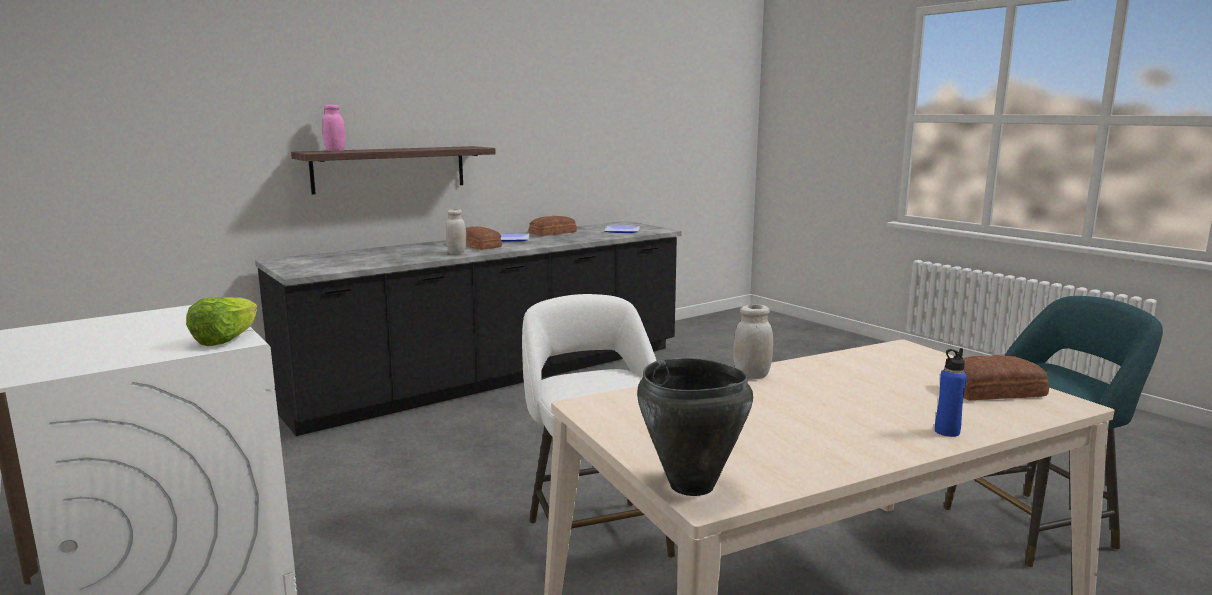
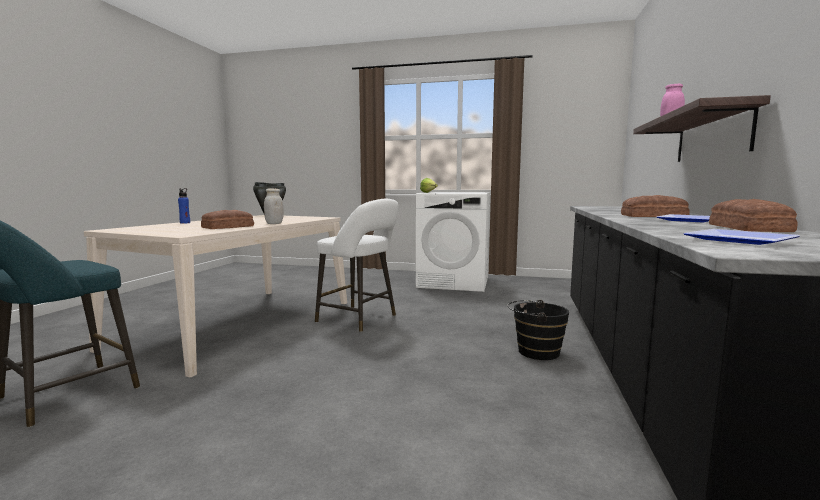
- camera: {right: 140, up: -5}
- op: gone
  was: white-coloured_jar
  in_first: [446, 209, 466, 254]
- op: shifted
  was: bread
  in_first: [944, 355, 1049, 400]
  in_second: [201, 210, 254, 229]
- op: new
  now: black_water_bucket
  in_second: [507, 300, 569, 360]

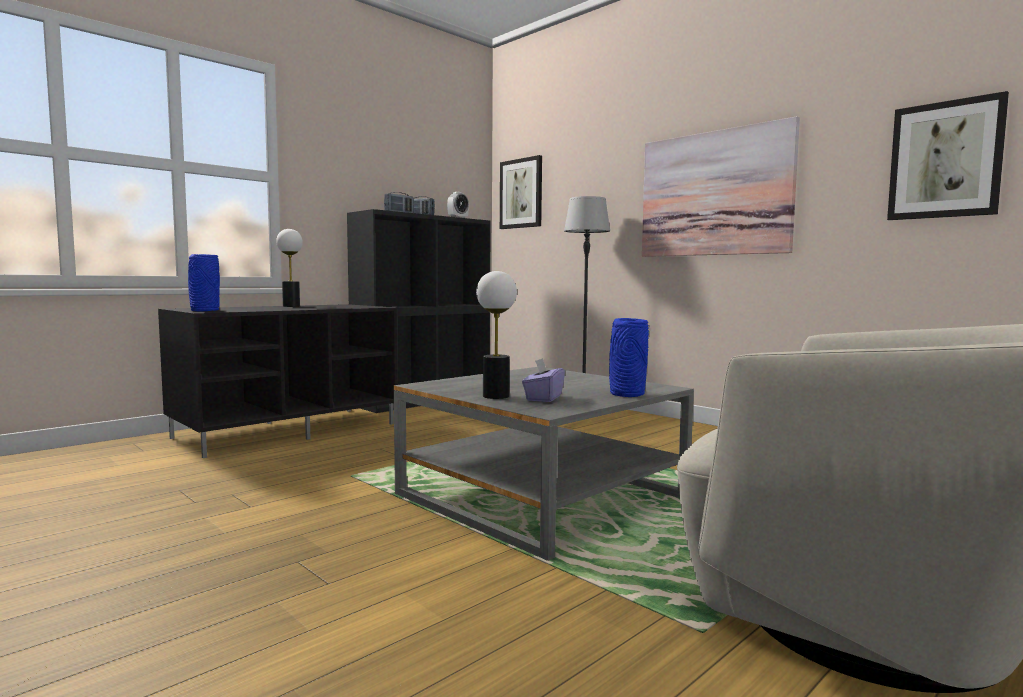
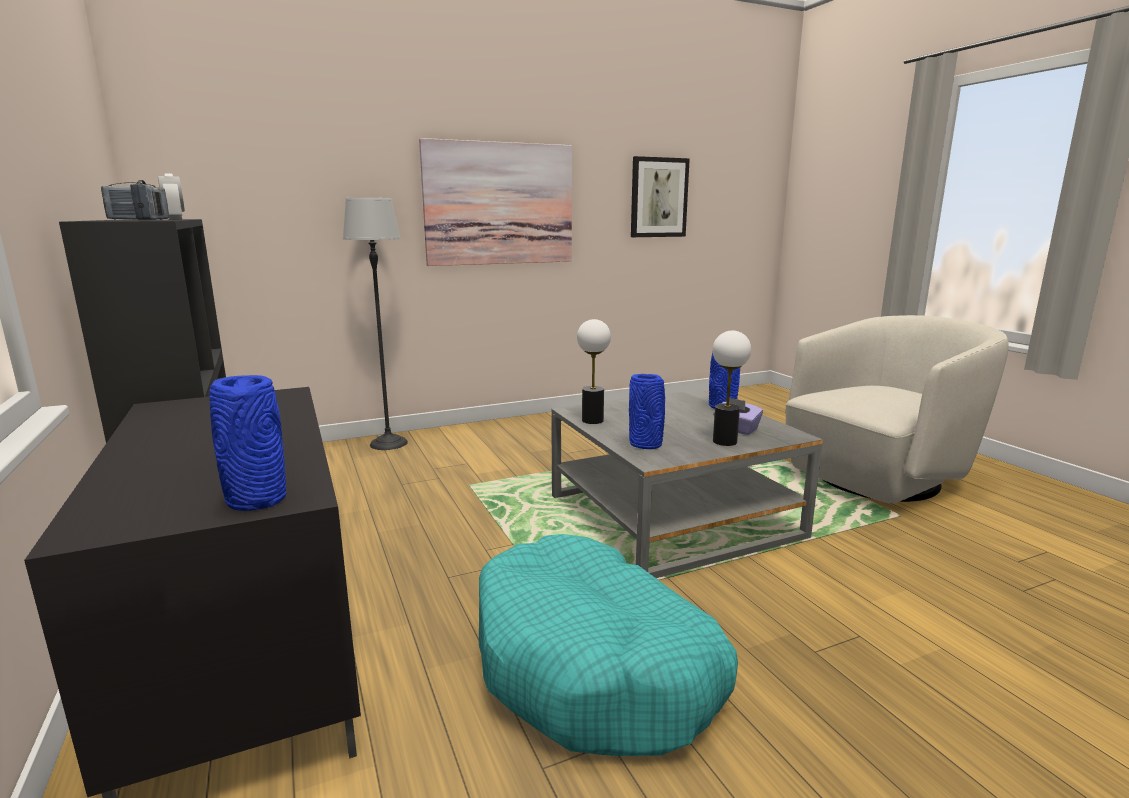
- camera: {right: -70, up: 10}
- op: shifted
  was: lamp_for_a_table
  in_first: [276, 229, 303, 307]
  in_second: [577, 319, 611, 424]
- op: gone
  was: wall_picture
  in_first: [500, 155, 542, 229]
- op: new
  now: blue-green_dog_bed
  in_second: [479, 534, 738, 756]
- op: new
  now: blue_flower_vase
  in_second: [629, 374, 665, 449]

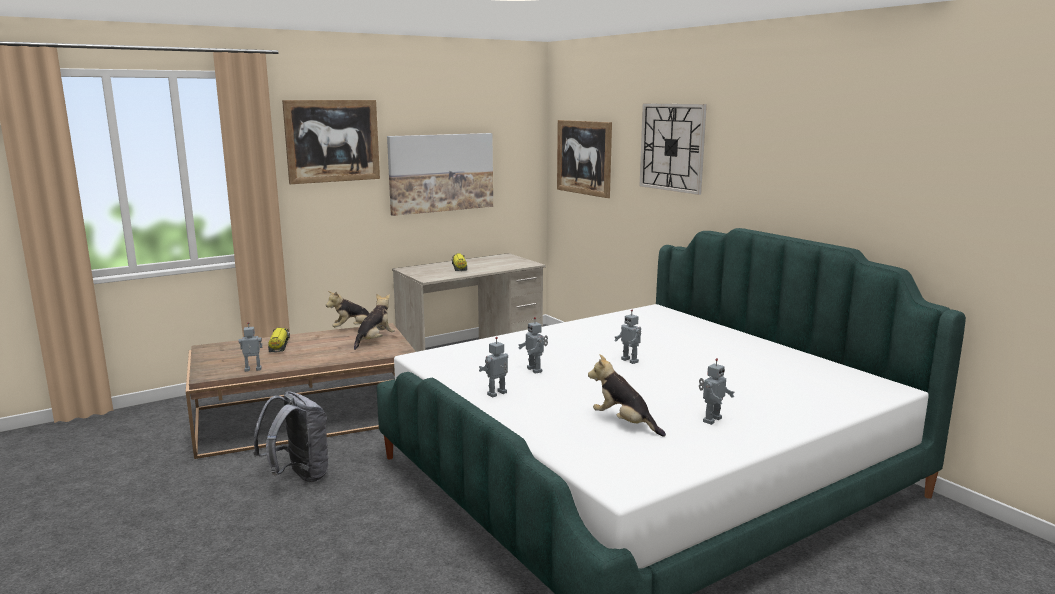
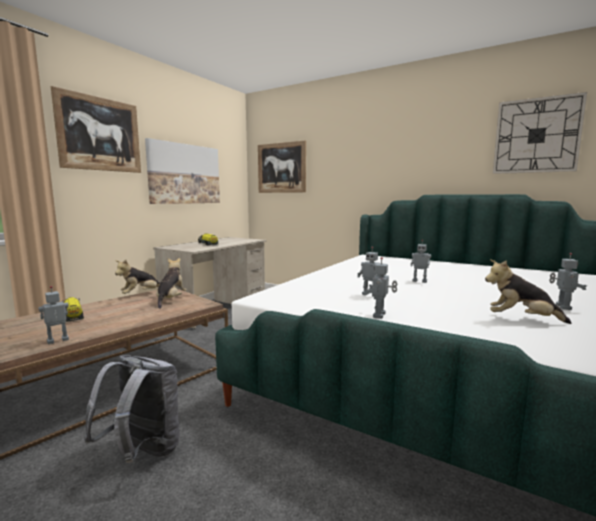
- camera: {right: -25, up: -5}
- op: shifted
  was: hanging_clock
  in_first: [640, 104, 707, 195]
  in_second: [493, 92, 587, 174]

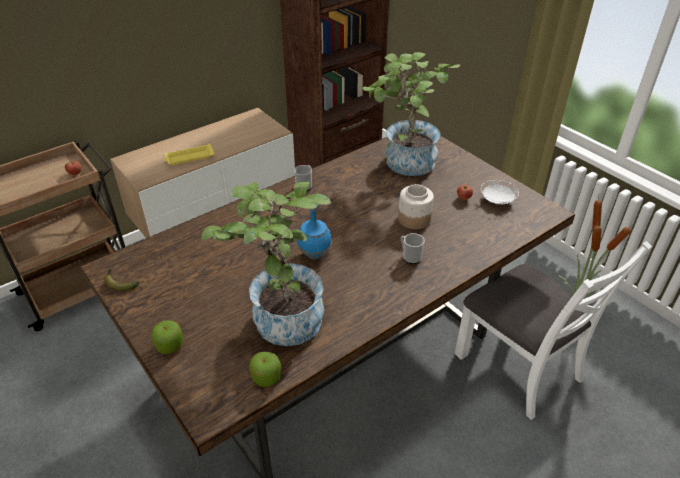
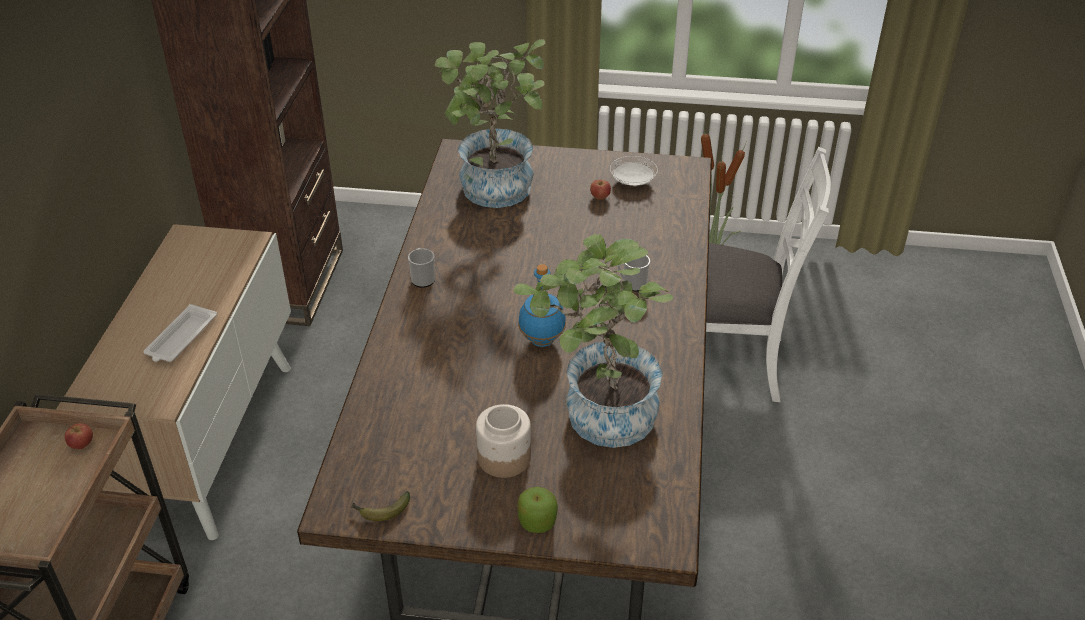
- camera: {right: -45, up: 0}
- op: repainted
  was: yellow_carrying_tray
  now: white-coloured_carrying_tray
  in_first: [164, 144, 215, 165]
  in_second: [143, 304, 217, 362]
- op: gone
  was: apple_fruit
  in_first: [249, 352, 281, 387]
- op: shifted
  was: jar
  in_first: [398, 184, 434, 229]
  in_second: [476, 404, 531, 478]

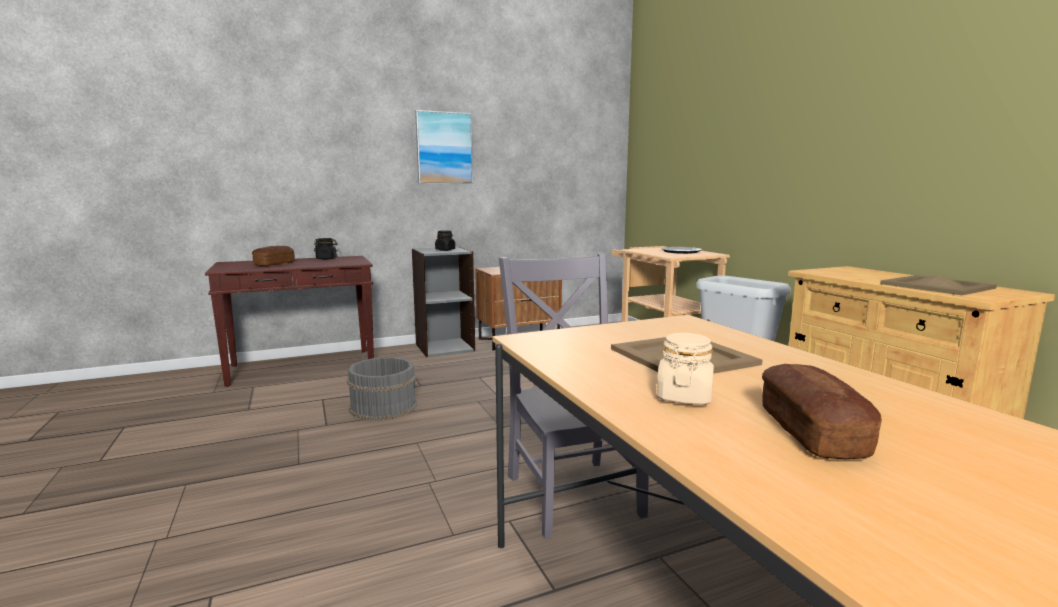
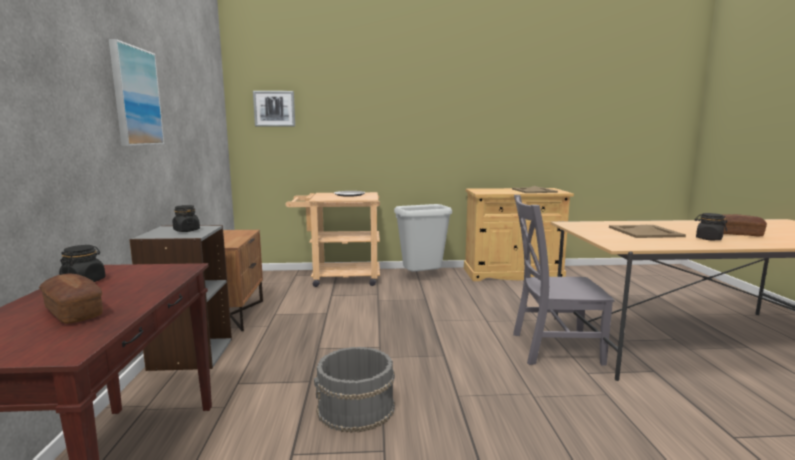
- camera: {right: -70, up: 0}
- op: repainted
  was: beige-coloured_jar
  now: black_jar
  in_first: [656, 333, 714, 405]
  in_second: [695, 213, 728, 240]
- op: new
  now: wall_picture
  in_second: [253, 91, 295, 127]

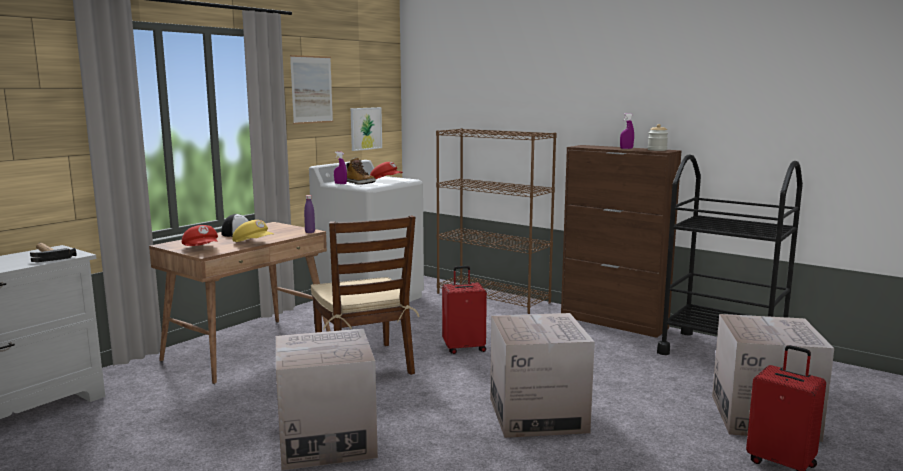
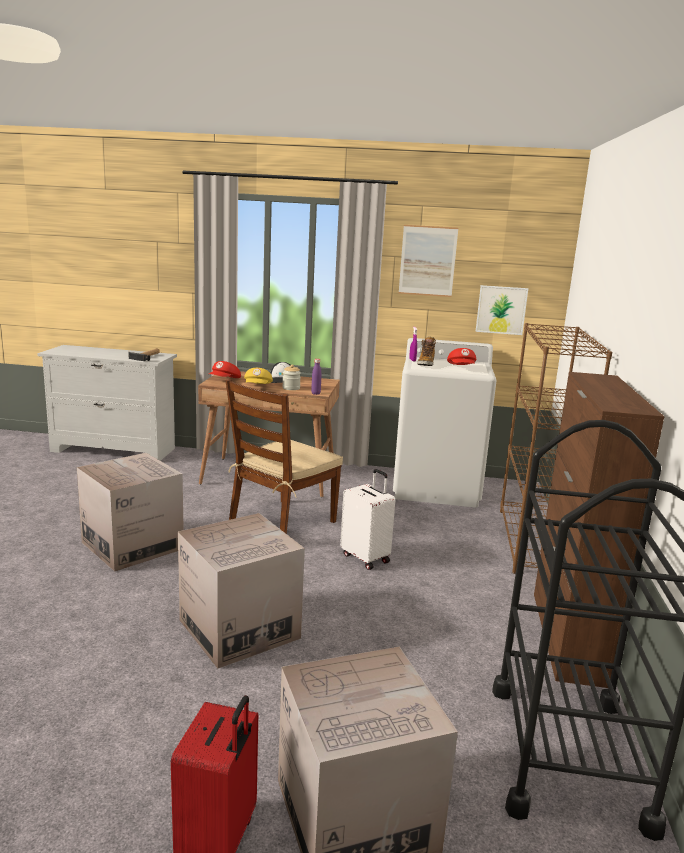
- camera: {right: 60, up: 5}
- op: repainted
  was: red-coloured_travel_case
  now: white-coloured_travel_case
  in_first: [442, 266, 487, 354]
  in_second: [340, 469, 395, 570]
- op: gone
  was: purplish_sprayer
  in_first: [620, 113, 634, 149]
- op: shifted
  was: jar
  in_first: [648, 124, 668, 151]
  in_second: [282, 365, 301, 390]

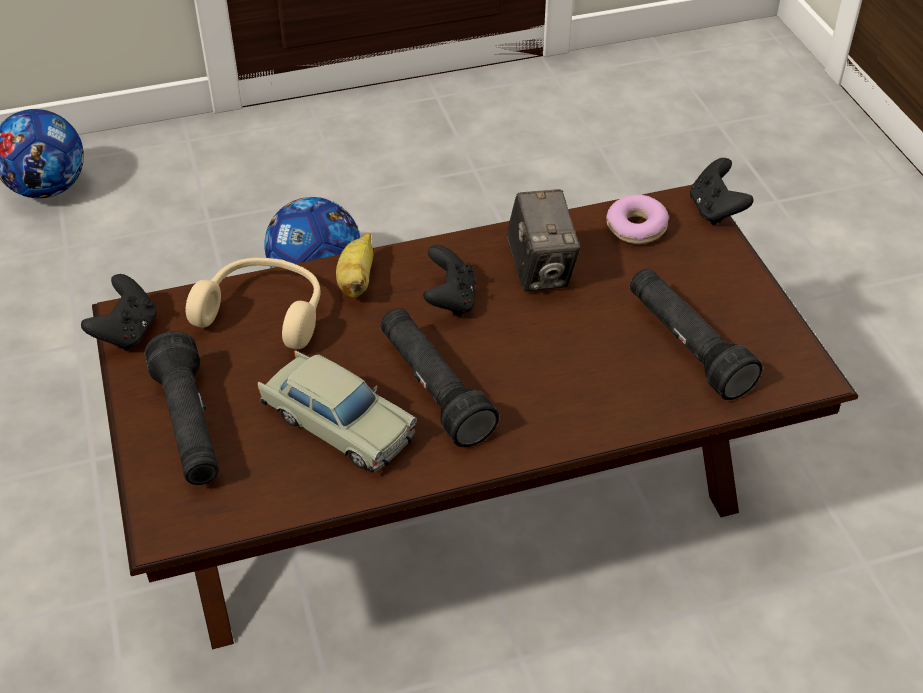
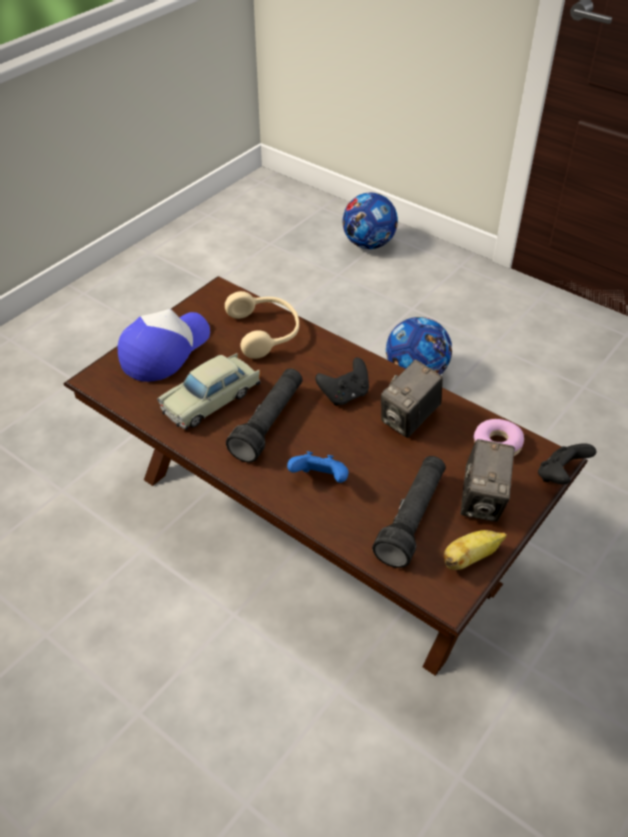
- camera: {right: 55, up: 0}
- op: gone
  was: black_joypad
  in_first: [81, 274, 157, 351]
- op: swapped
  was: black_flashlight
  now: cap
  in_first: [144, 331, 219, 485]
  in_second: [118, 309, 210, 382]
- op: rotated
  was: beige-coloured_toy_car
  in_first: [257, 351, 417, 473]
  in_second: [157, 353, 261, 430]
  clockwise: 45
- op: shifted
  was: banana_fruit
  in_first: [336, 233, 373, 298]
  in_second: [444, 530, 507, 570]
- op: new
  now: blue_joypad
  in_second: [287, 451, 348, 483]
- op: new
  now: photo_camera
  in_second: [460, 439, 515, 522]

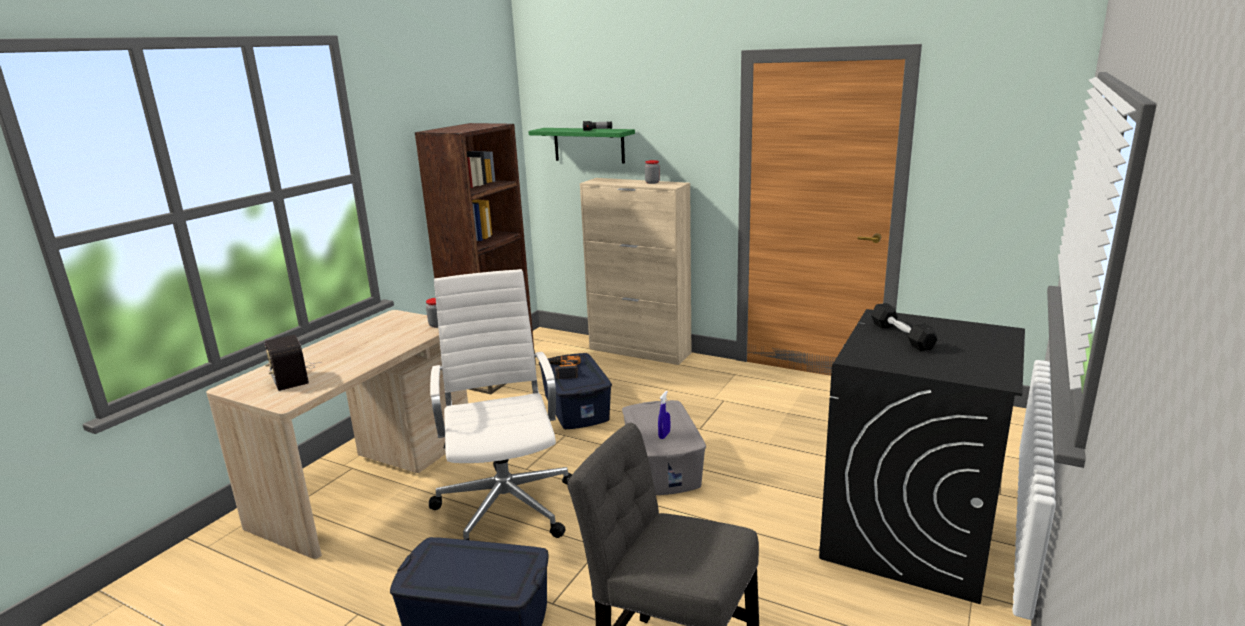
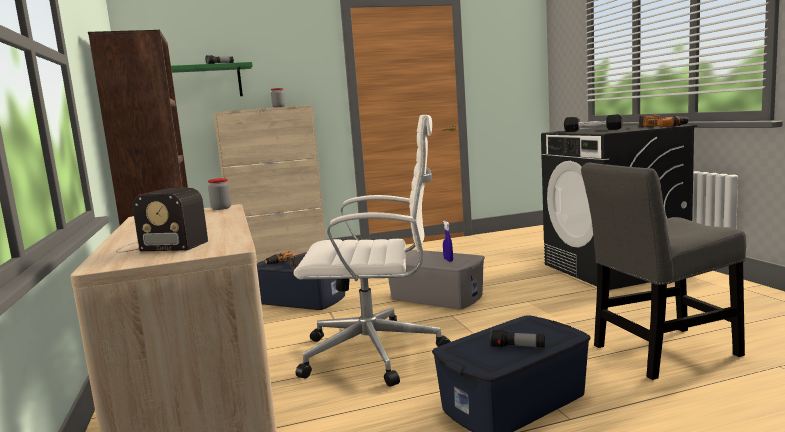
- camera: {right: -45, up: -10}
- op: rotated
  was: white-coloured_office_chair
  in_first: [429, 269, 573, 540]
  in_second: [294, 115, 451, 387]
  clockwise: 150
- op: new
  now: flashlight
  in_second: [490, 329, 545, 348]
- op: new
  now: power_drill
  in_second: [639, 115, 689, 127]

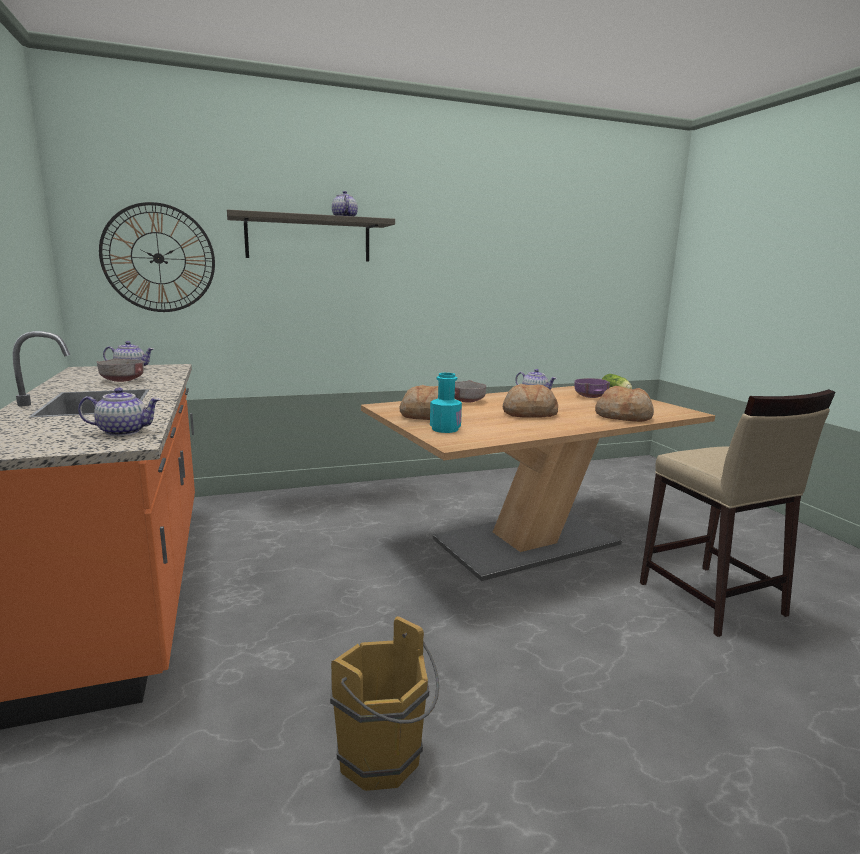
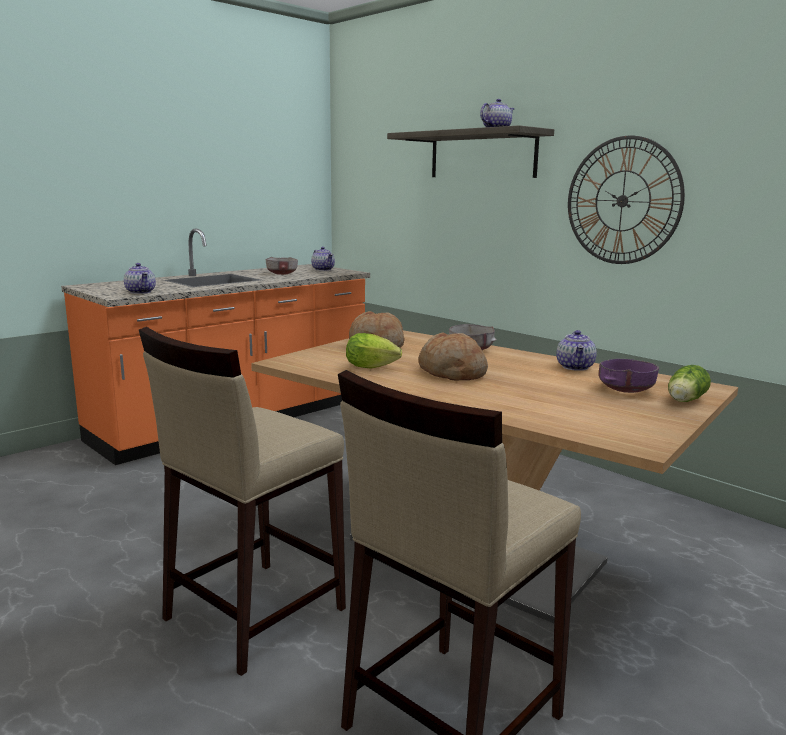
- camera: {right: 65, up: 0}
- op: shifted
  was: hanging_clock
  in_first: [99, 202, 215, 312]
  in_second: [568, 136, 685, 264]
- op: gone
  was: brown-coloured_water_bucket
  in_first: [330, 616, 439, 791]
- op: gone
  was: blue-green_bottle
  in_first: [430, 373, 462, 433]
- op: gone
  was: bread
  in_first: [595, 386, 654, 422]
- op: new
  now: beige-coloured_stool
  in_second: [139, 327, 346, 676]
- op: new
  now: lettuce
  in_second: [346, 333, 402, 369]

